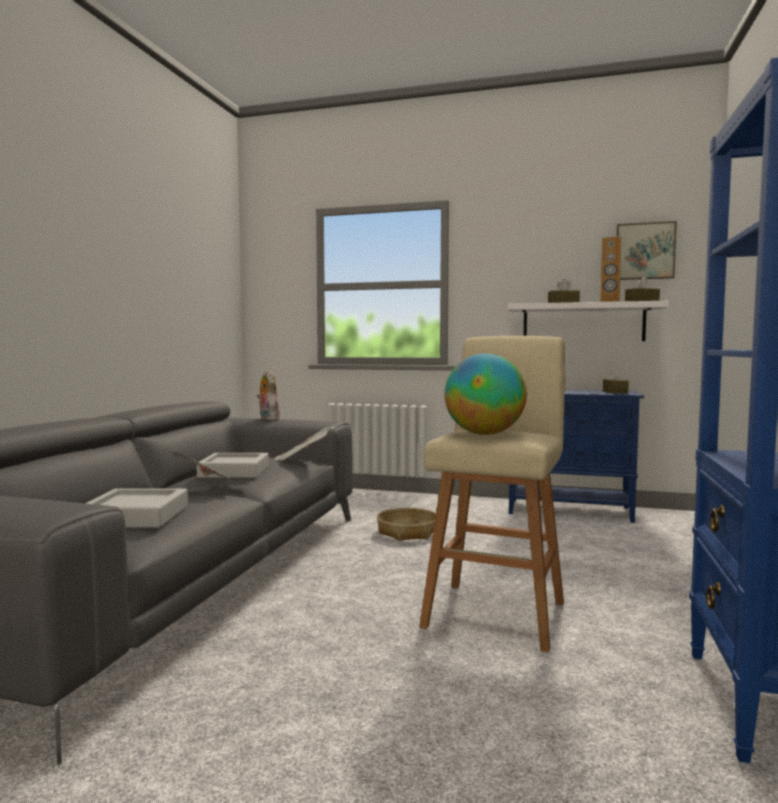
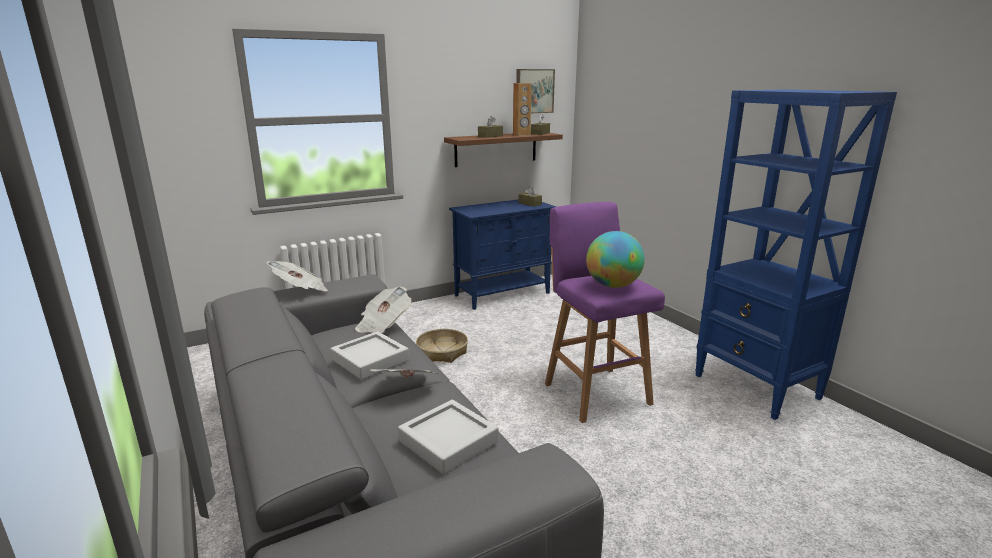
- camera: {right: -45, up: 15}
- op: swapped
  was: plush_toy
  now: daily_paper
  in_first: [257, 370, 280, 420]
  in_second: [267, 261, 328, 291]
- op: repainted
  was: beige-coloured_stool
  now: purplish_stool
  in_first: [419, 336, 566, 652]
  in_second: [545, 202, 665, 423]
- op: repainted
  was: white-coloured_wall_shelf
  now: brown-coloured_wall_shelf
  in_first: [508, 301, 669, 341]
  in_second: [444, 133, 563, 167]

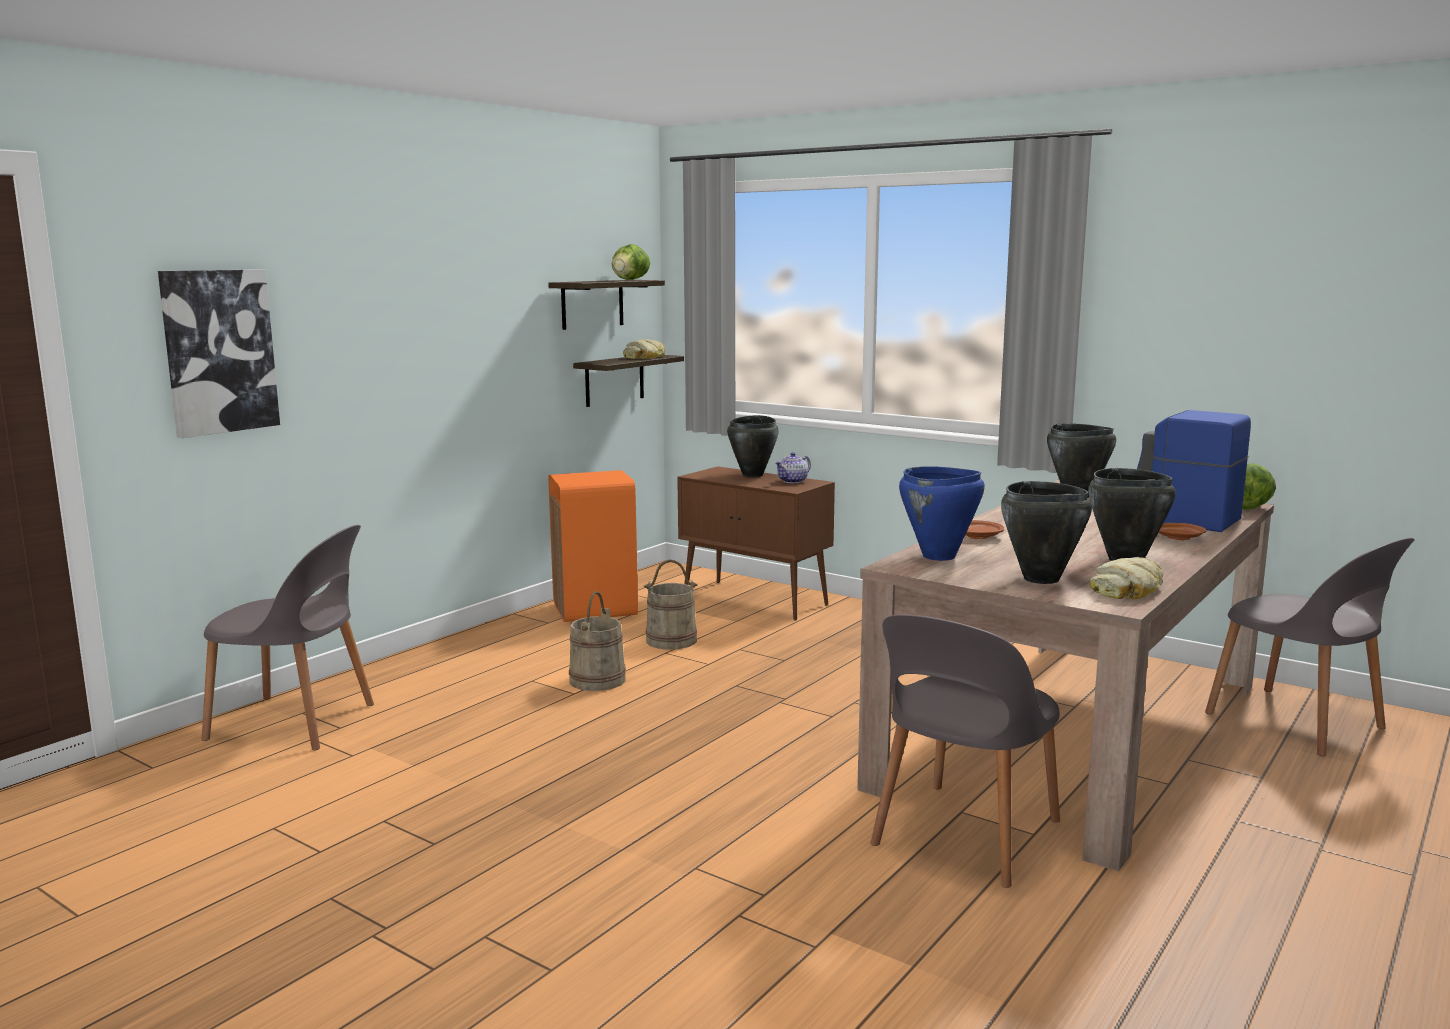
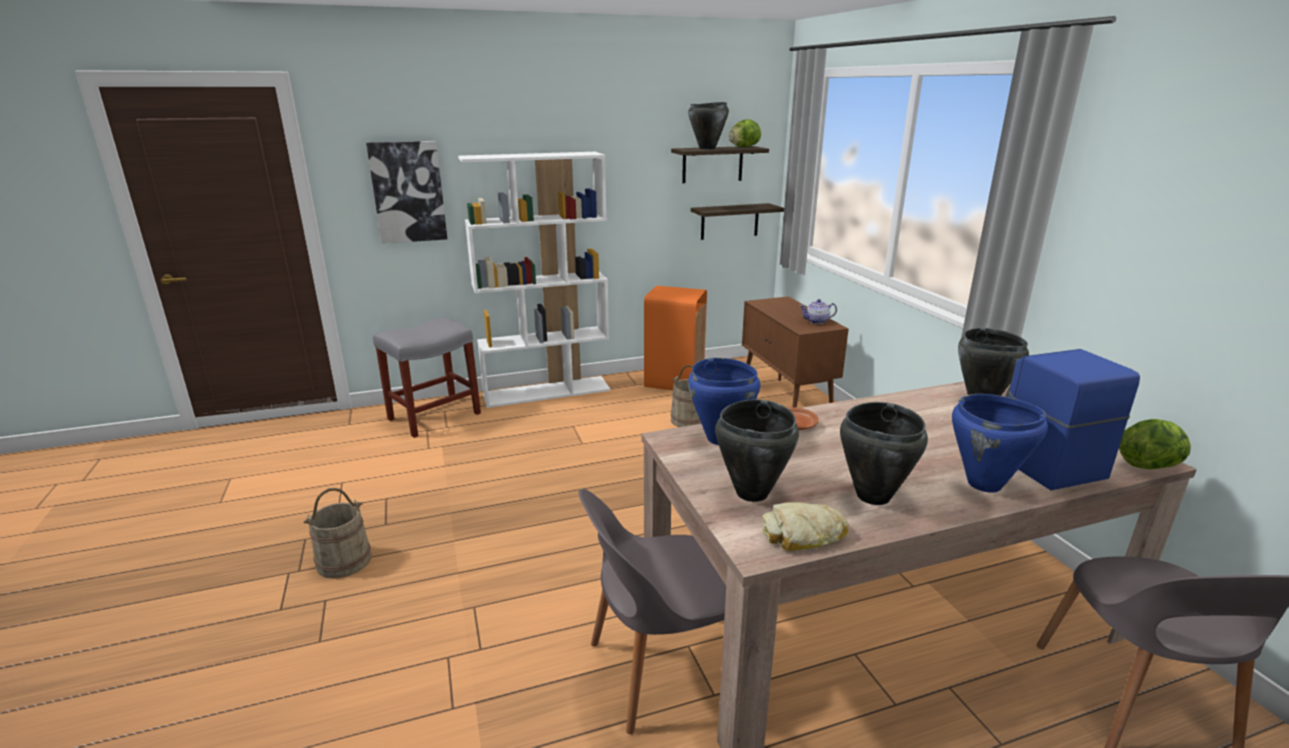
- camera: {right: 35, up: 10}
- op: swapped
  was: gray_chair
  now: gray_stool
  in_first: [202, 525, 374, 750]
  in_second: [373, 317, 481, 438]
- op: shifted
  was: beige-coloured_water_bucket
  in_first: [569, 591, 626, 691]
  in_second: [303, 488, 372, 579]
- op: gone
  was: bread
  in_first: [623, 339, 666, 359]
- op: shifted
  was: black_cooking_pot
  in_first: [727, 415, 779, 477]
  in_second: [688, 102, 729, 149]
- op: swapped
  was: brown-coloured_flat_dish
  now: blue_cooking_pot
  in_first: [1158, 523, 1206, 540]
  in_second: [952, 394, 1048, 493]
- op: new
  now: white-coloured_bookcase
  in_second: [458, 152, 610, 408]

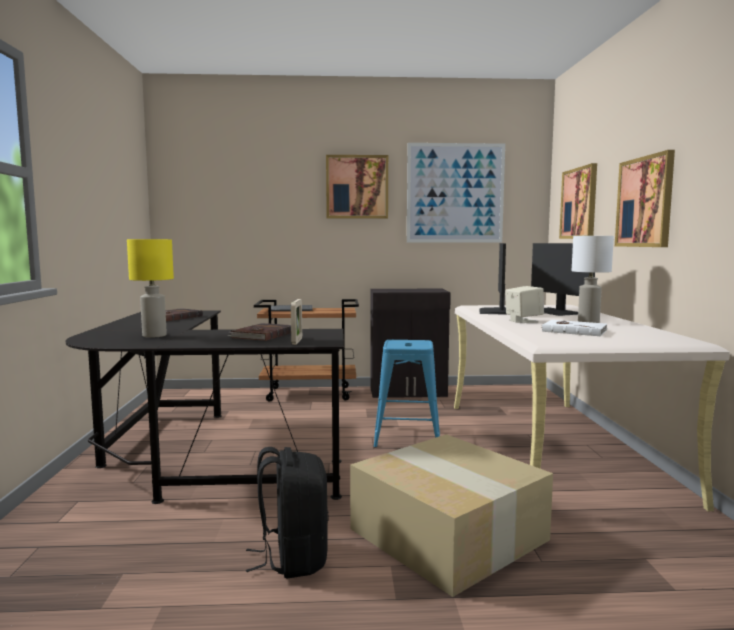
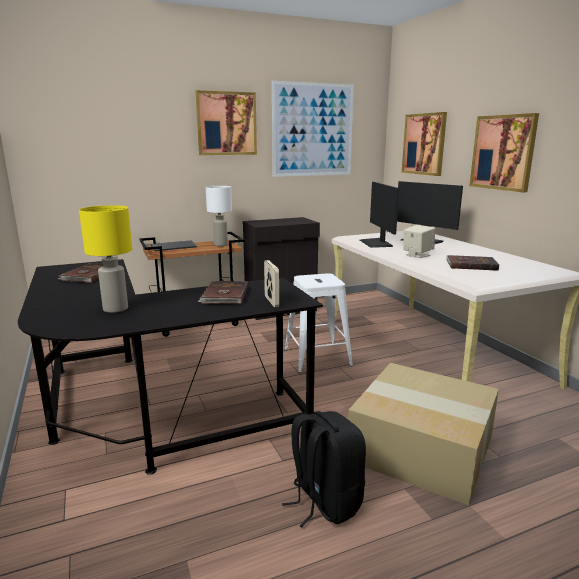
- camera: {right: -20, up: 10}
- op: repainted
  was: blue_stool
  now: white-coloured_stool
  in_first: [374, 340, 440, 447]
  in_second: [285, 273, 353, 373]
- op: repainted
  was: white-coloured_book
  now: brown-coloured_book
  in_first: [541, 320, 608, 336]
  in_second: [446, 255, 499, 271]
- op: shifted
  was: white-coloured_lamp_for_a_table
  in_first: [572, 236, 614, 323]
  in_second: [206, 186, 232, 246]

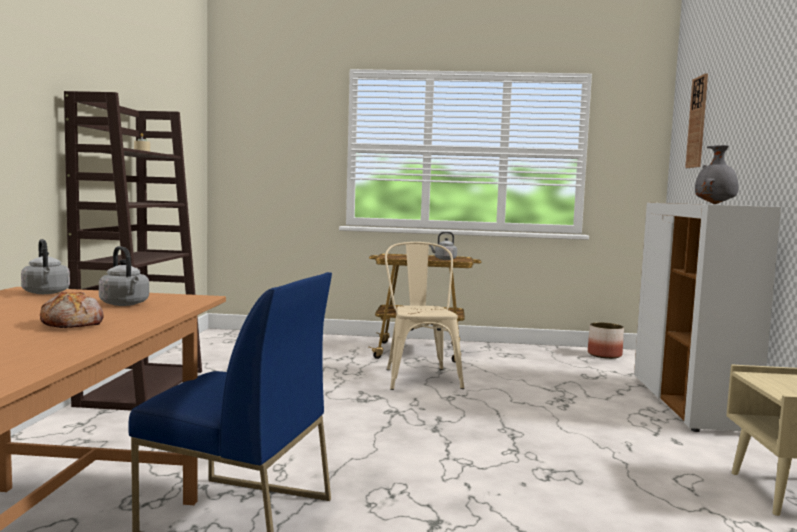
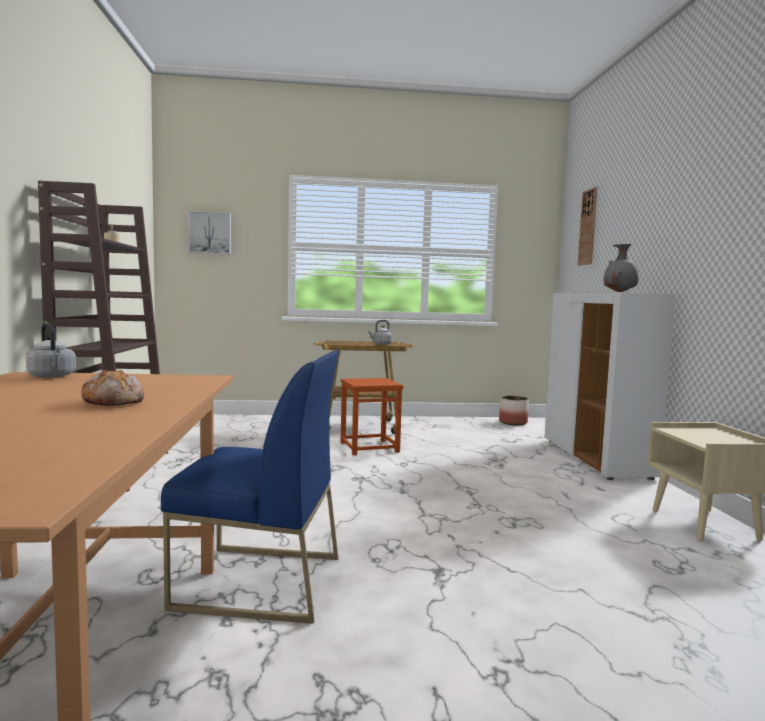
- camera: {right: -10, up: 0}
- op: gone
  was: gray_kettle
  in_first: [99, 246, 149, 306]
- op: swapped
  was: beige-coloured_chair
  now: brown-coloured_stool
  in_first: [385, 242, 464, 390]
  in_second: [340, 378, 403, 455]
- op: new
  now: wall_picture
  in_second: [188, 211, 231, 255]

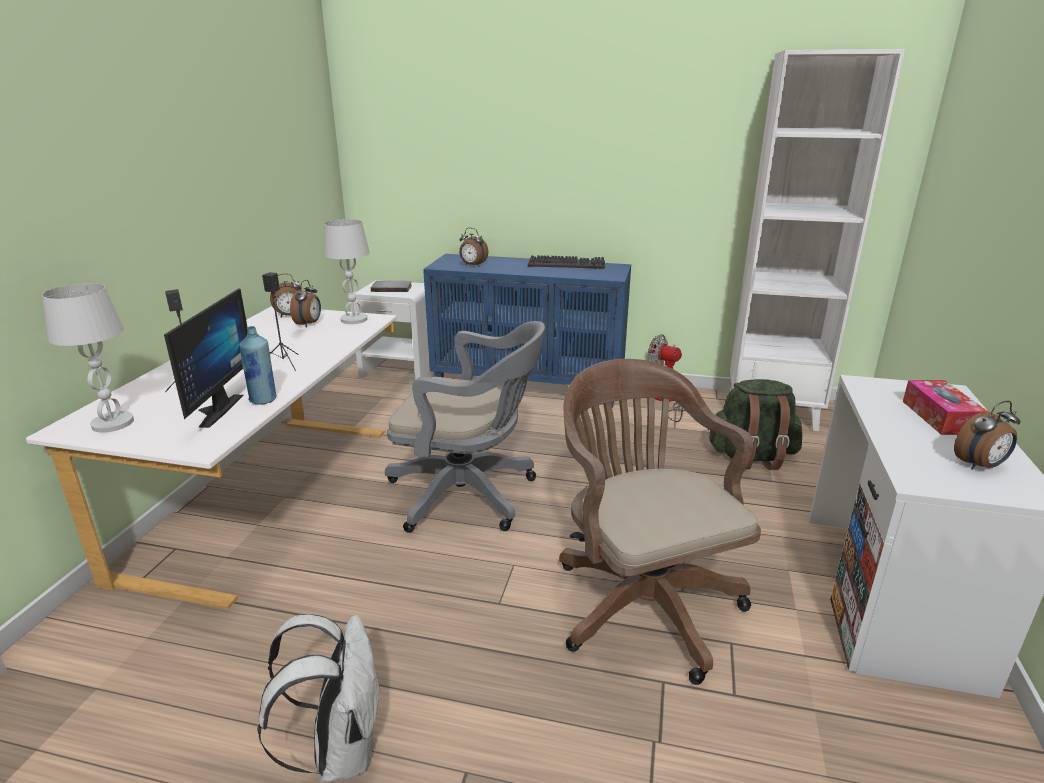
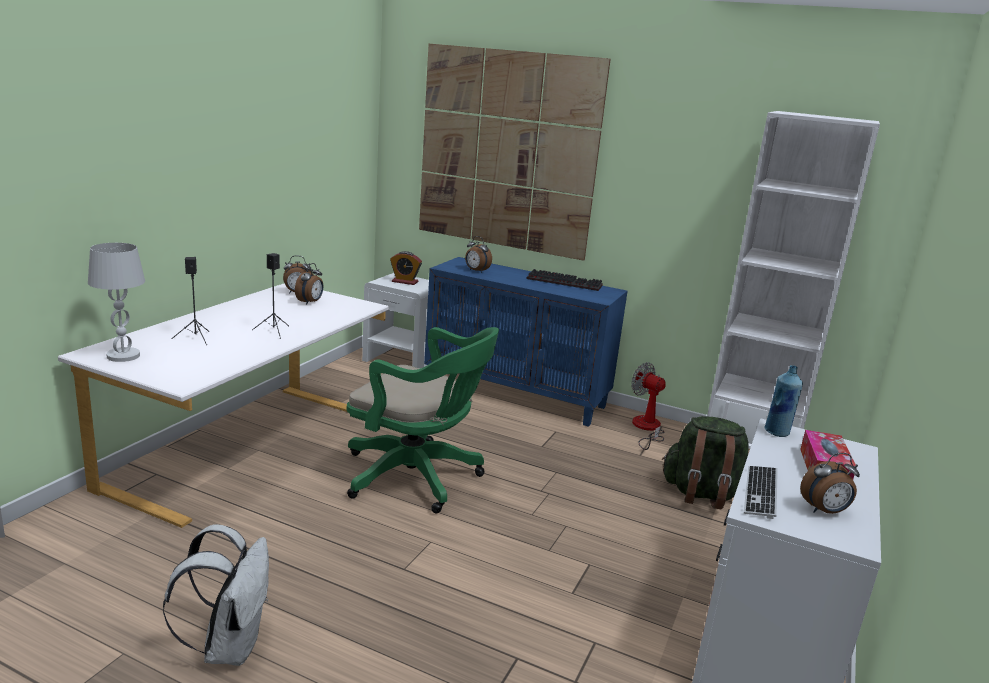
- camera: {right: 10, up: -5}
- op: gone
  was: computer_display
  in_first: [164, 288, 247, 428]
- op: shifted
  was: blue_bottle
  in_first: [240, 326, 276, 405]
  in_second: [764, 365, 803, 437]
- op: gone
  was: white-coloured_lamp_for_a_table
  in_first: [324, 219, 370, 324]
- op: swapped
  was: gray_book
  now: table_clock
  in_first: [371, 281, 412, 292]
  in_second: [390, 251, 422, 285]
- op: repainted
  was: gray_office_chair
  now: greenish_office_chair
  in_first: [385, 321, 545, 533]
  in_second: [346, 327, 499, 513]
- op: gone
  was: brown-coloured_office_chair
  in_first: [559, 359, 761, 685]
- op: new
  now: wall_picture
  in_second: [419, 44, 611, 261]
- op: new
  now: PC_keyboard
  in_second: [744, 466, 778, 519]

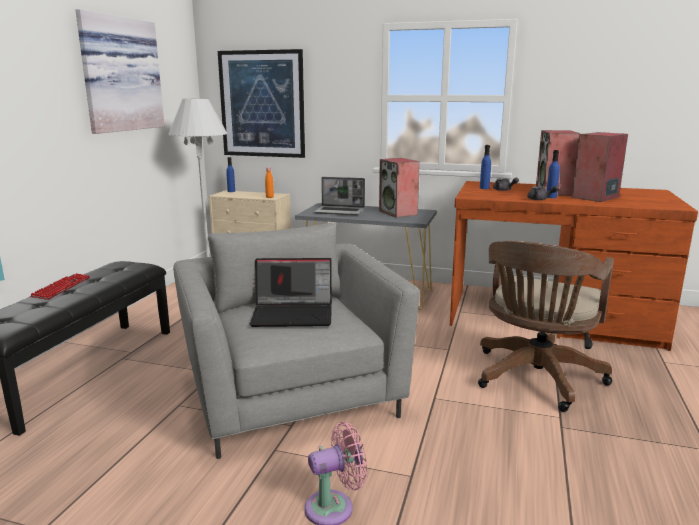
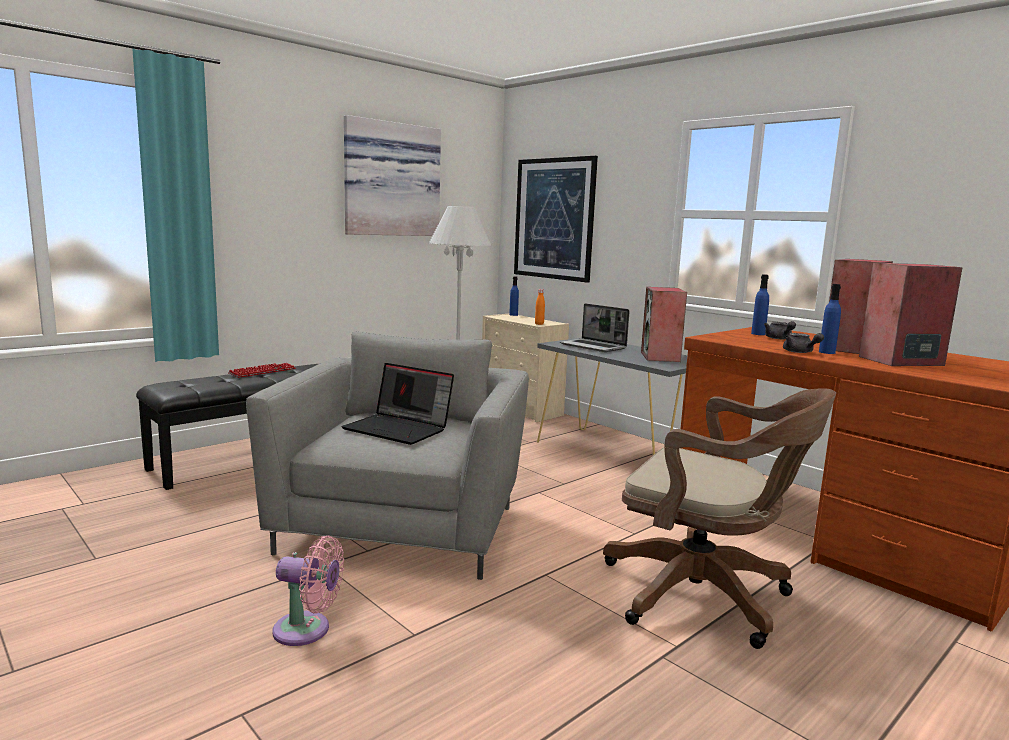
- camera: {right: 30, up: -5}
- op: rotated
  was: brown-coloured_office_chair
  in_first: [478, 241, 614, 412]
  in_second: [603, 388, 836, 649]
  clockwise: -120

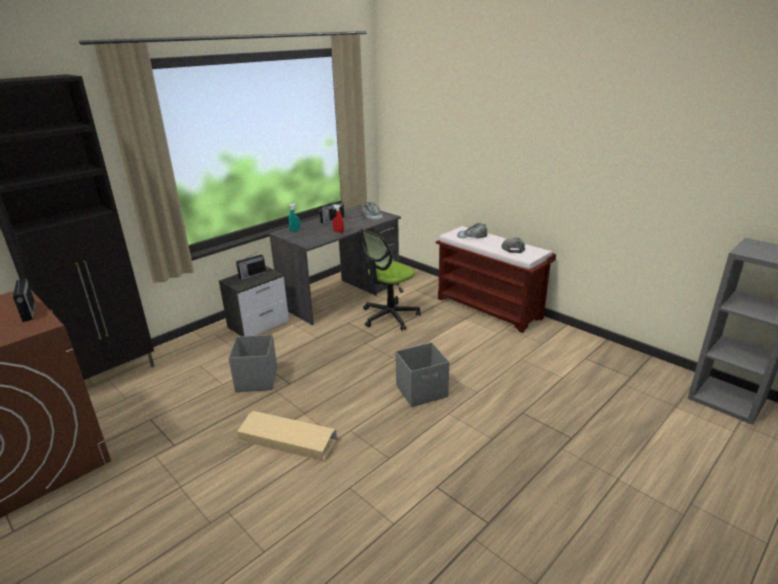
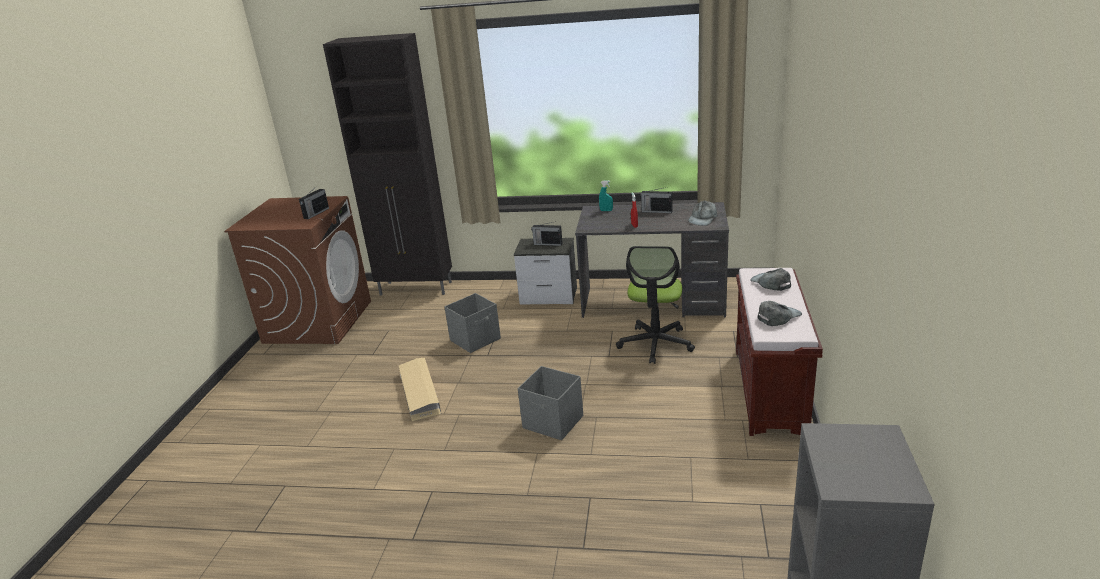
- camera: {right: 55, up: 0}
- op: rotated
  was: office_chair
  in_first: [361, 229, 421, 331]
  in_second: [616, 246, 695, 364]
  clockwise: -90

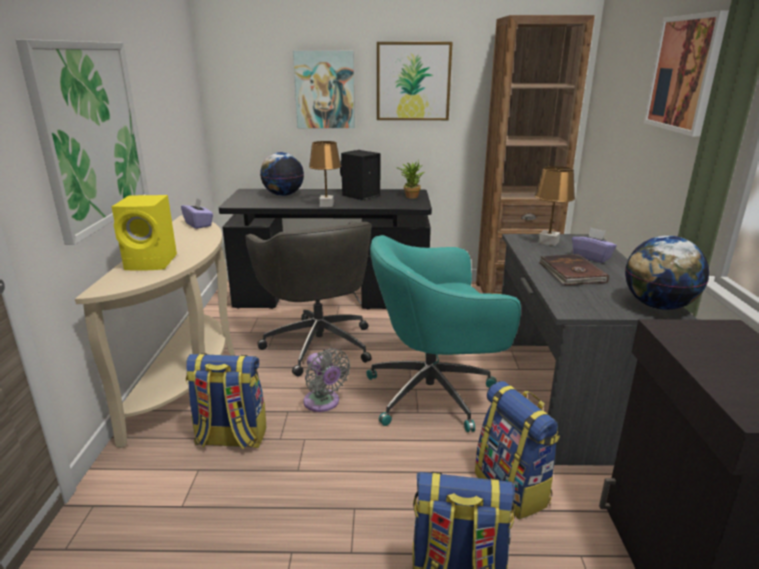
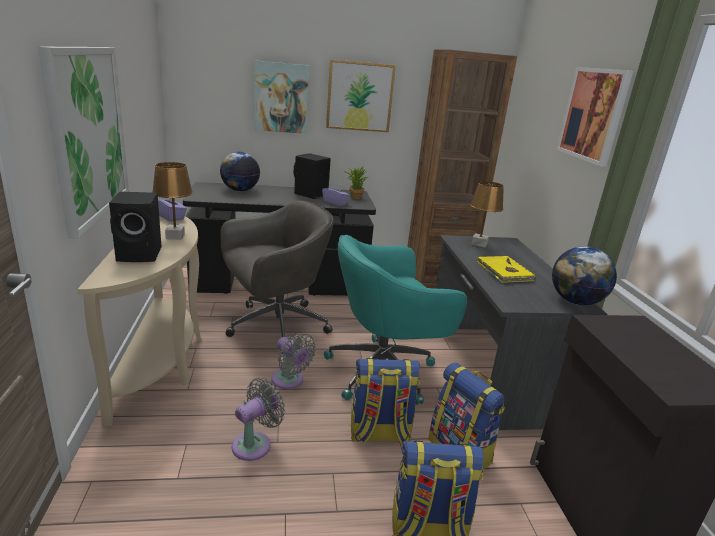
- camera: {right: -10, up: 0}
- op: repainted
  was: yellow_speaker
  now: black_speaker
  in_first: [111, 195, 177, 271]
  in_second: [109, 192, 162, 262]
- op: shifted
  was: rucksack
  in_first: [186, 353, 266, 449]
  in_second: [351, 358, 420, 444]
- op: rotated
  was: gray_office_chair
  in_first: [245, 221, 372, 377]
  in_second: [220, 200, 334, 354]
  clockwise: -90
- op: shifted
  was: brown-coloured_lamp_for_a_table
  in_first: [309, 141, 341, 207]
  in_second: [152, 162, 193, 240]
- op: repainted
  was: brown-coloured_book
  now: yellow_book
  in_first: [539, 254, 609, 285]
  in_second: [476, 256, 535, 283]
- op: shifted
  was: purplish_tissue_box
  in_first: [572, 228, 617, 263]
  in_second: [322, 183, 350, 206]
- op: new
  now: gray_cooling_fan
  in_second: [232, 378, 285, 461]

